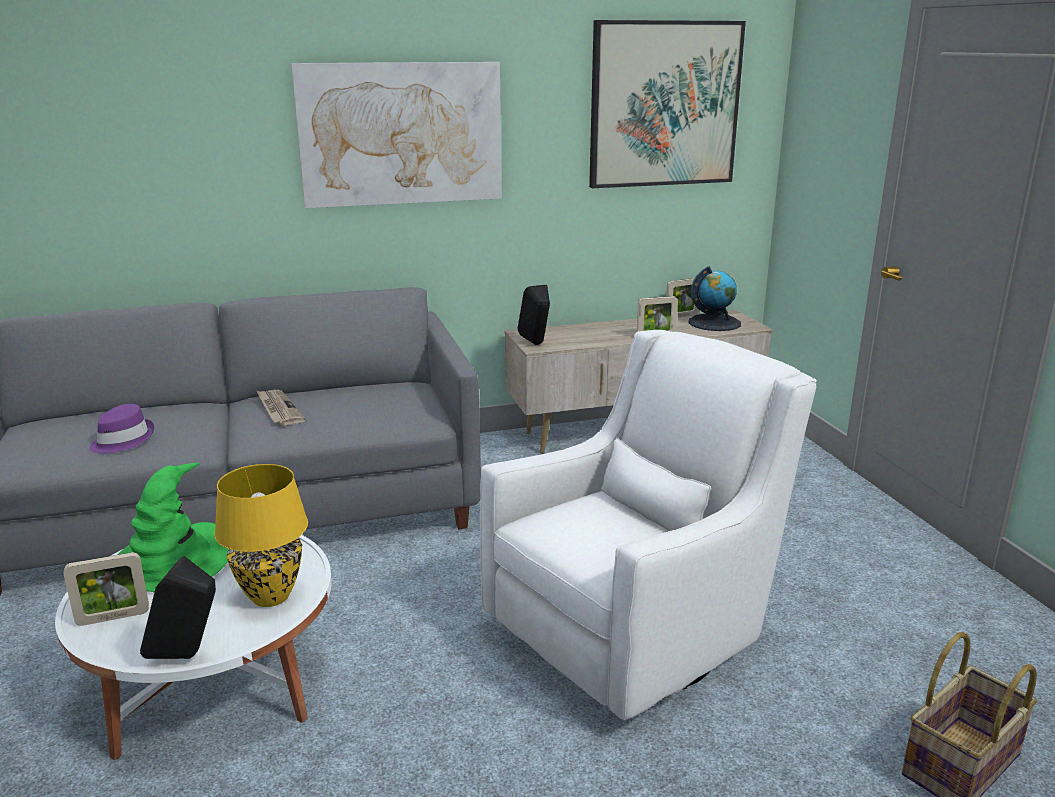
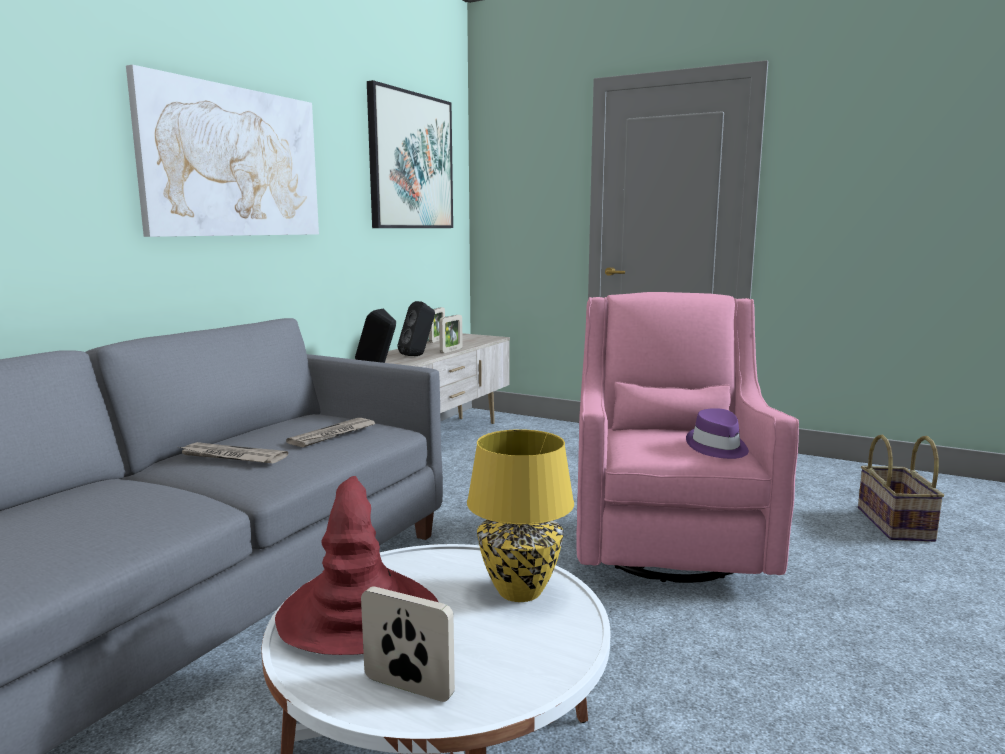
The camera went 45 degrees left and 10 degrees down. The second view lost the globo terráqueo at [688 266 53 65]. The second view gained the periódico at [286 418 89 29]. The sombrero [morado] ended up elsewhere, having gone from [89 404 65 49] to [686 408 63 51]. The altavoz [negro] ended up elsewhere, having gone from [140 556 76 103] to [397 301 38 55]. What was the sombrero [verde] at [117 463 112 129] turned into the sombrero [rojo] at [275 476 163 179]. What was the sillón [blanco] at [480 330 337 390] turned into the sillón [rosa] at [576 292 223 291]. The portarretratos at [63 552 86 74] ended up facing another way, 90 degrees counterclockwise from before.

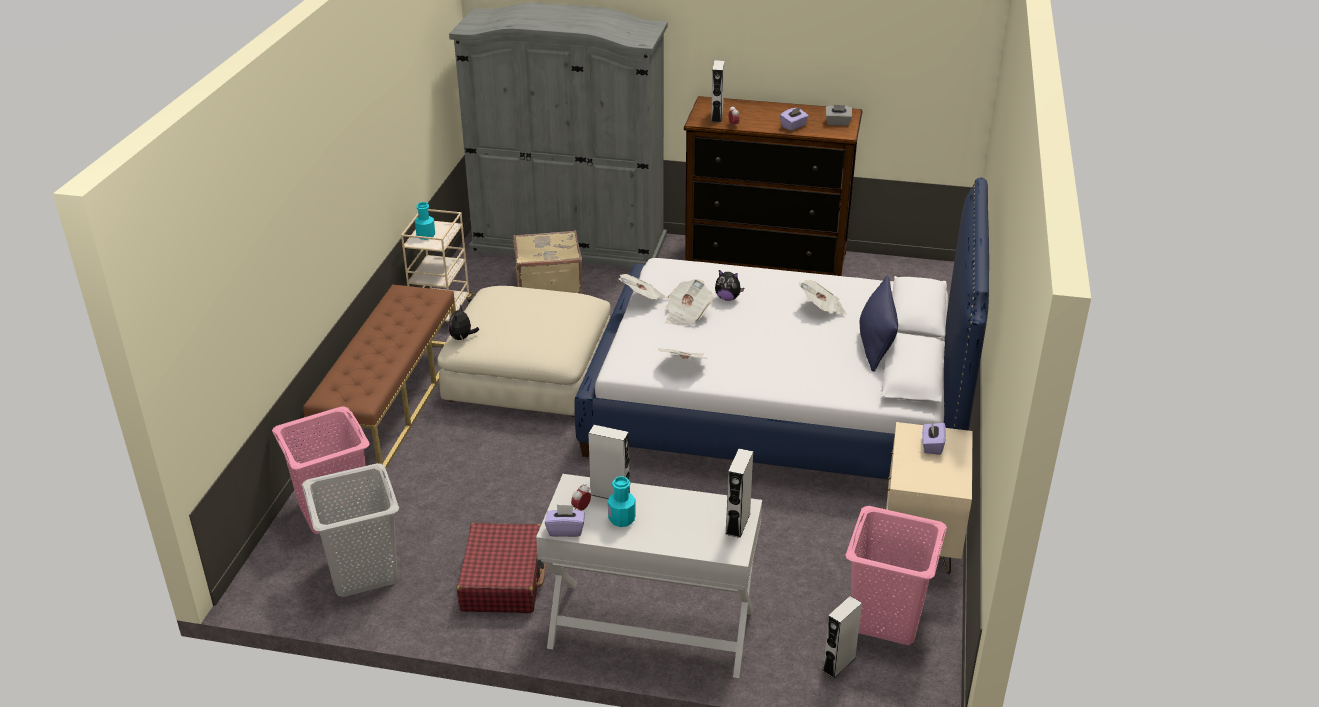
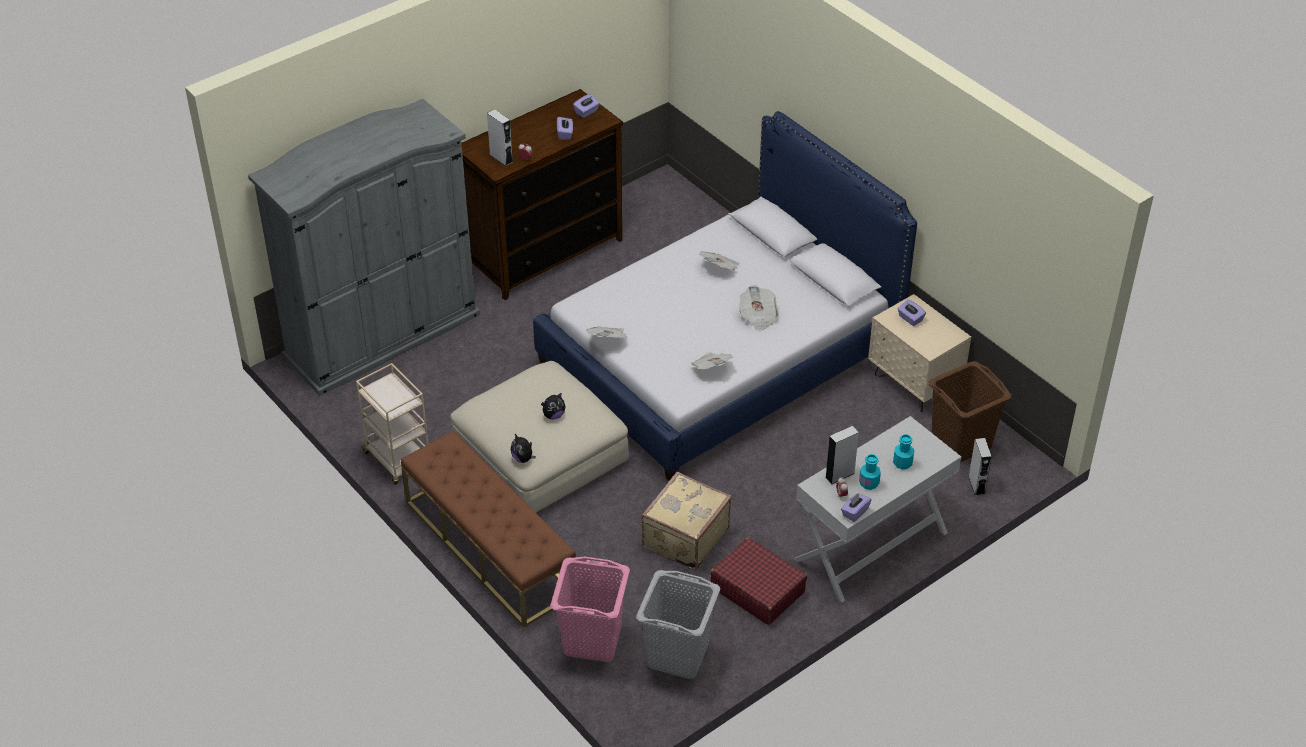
The camera went 50 degrees left and 10 degrees up. The second view lost the altavoz [gris] at [725 449 28 89]. The second view lost the cojín [azul] at [860 276 38 96]. The botella [turquesa] ended up elsewhere, having gone from [415 202 20 38] to [893 434 21 36]. The maleta [beis] ended up elsewhere, having gone from [513 230 70 64] to [641 472 90 98]. The periódico ended up elsewhere, having gone from [666 279 47 46] to [739 285 39 47]. The peluche ended up elsewhere, having gone from [715 270 29 31] to [541 392 25 28]. What was the caja de pañuelos [gris] at [825 105 27 20] turned into the caja de pañuelos [morado] at [573 94 27 24]. What was the cesto de la ropa [rosa] at [846 506 101 139] turned into the cesto de la ropa [marrón] at [928 361 84 101].

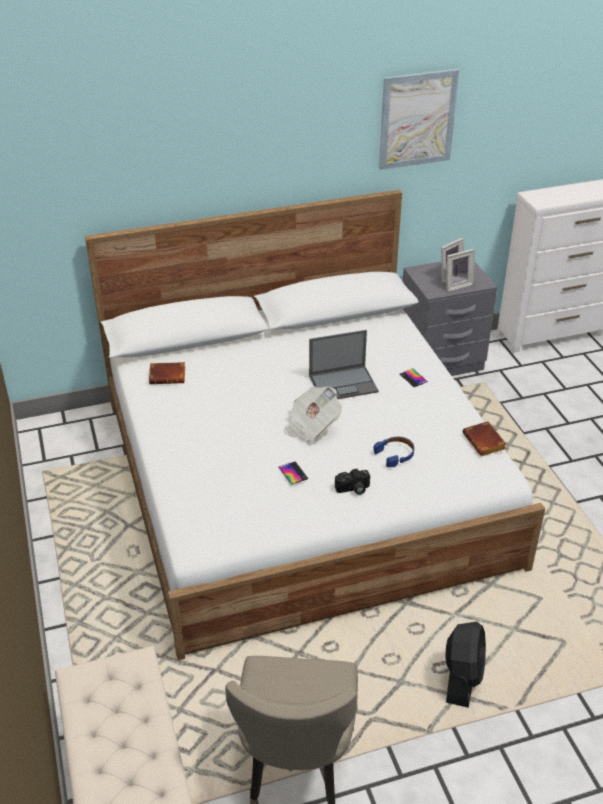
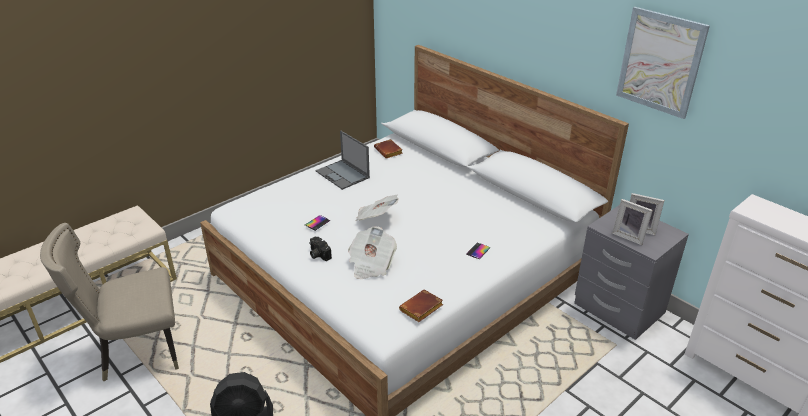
The camera went 65 degrees right and 5 degrees down. The portátil ended up elsewhere, having gone from [309 330 70 69] to [316 131 54 59]. Where the auriculares [azul] stood at [373 437 41 30], the periódico came to stand at [348 226 49 53].

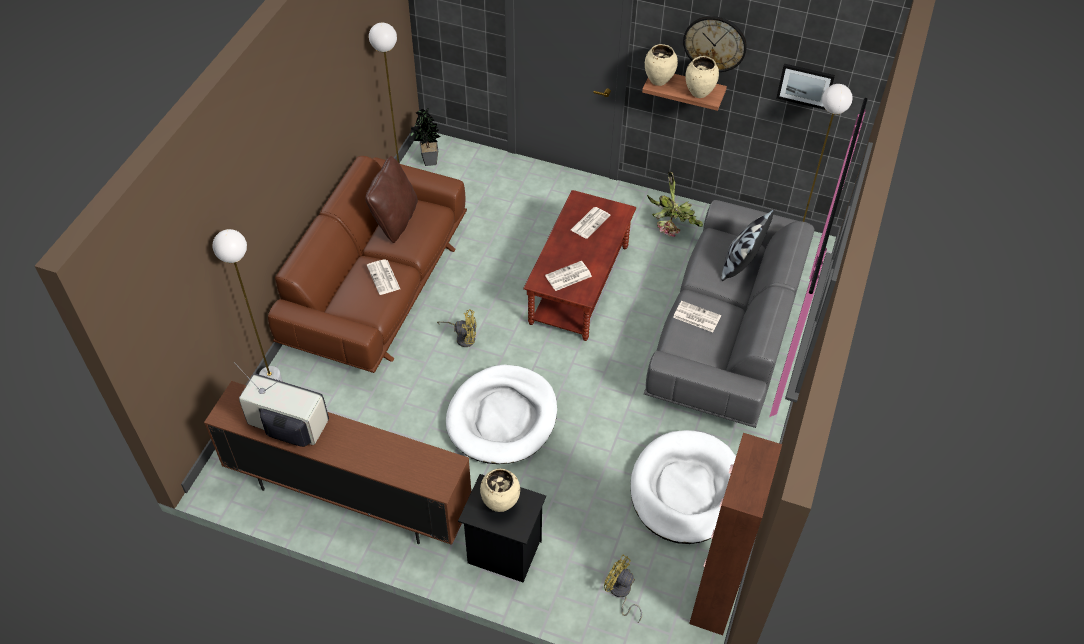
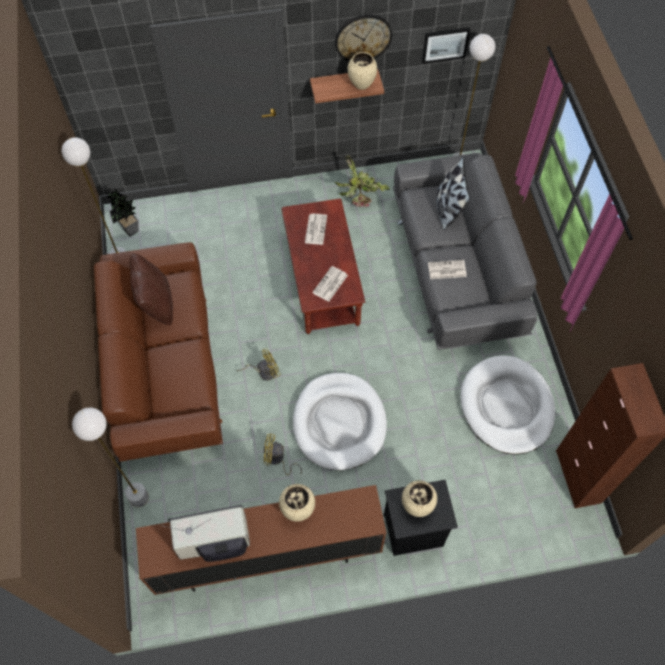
The camera went 30 degrees left and 10 degrees up. The second view lost the periódico at [367 259 33 36]. The ventilador [amarillo] ended up elsewhere, having gone from [604 555 38 68] to [263 433 39 42]. The florero [beis] ended up elsewhere, having gone from [645 44 33 42] to [279 484 36 38].

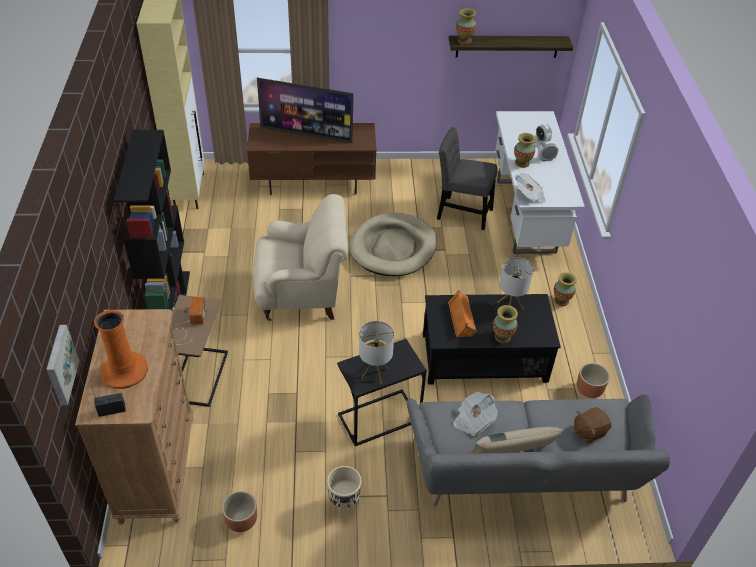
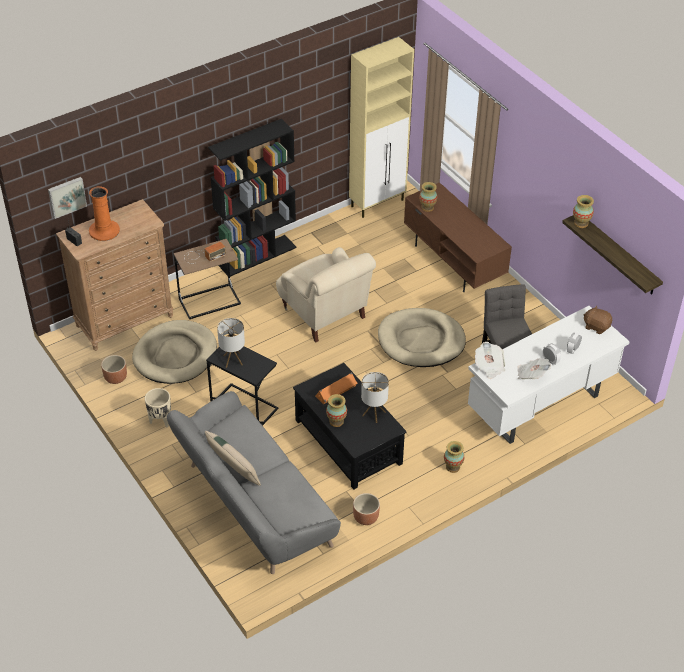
The camera went 60 degrees right and 0 degrees up. The second view lost the televisor at [257 78 97 65]. The second view gained the cama para perro [beis] at [132 320 85 64]. The periódico ended up elsewhere, having gone from [453 392 45 44] to [517 358 34 21]. The florero ended up elsewhere, having gone from [514 133 22 35] to [419 182 18 30]. The peluche [marrón] ended up elsewhere, having gone from [574 407 38 36] to [583 305 29 29].

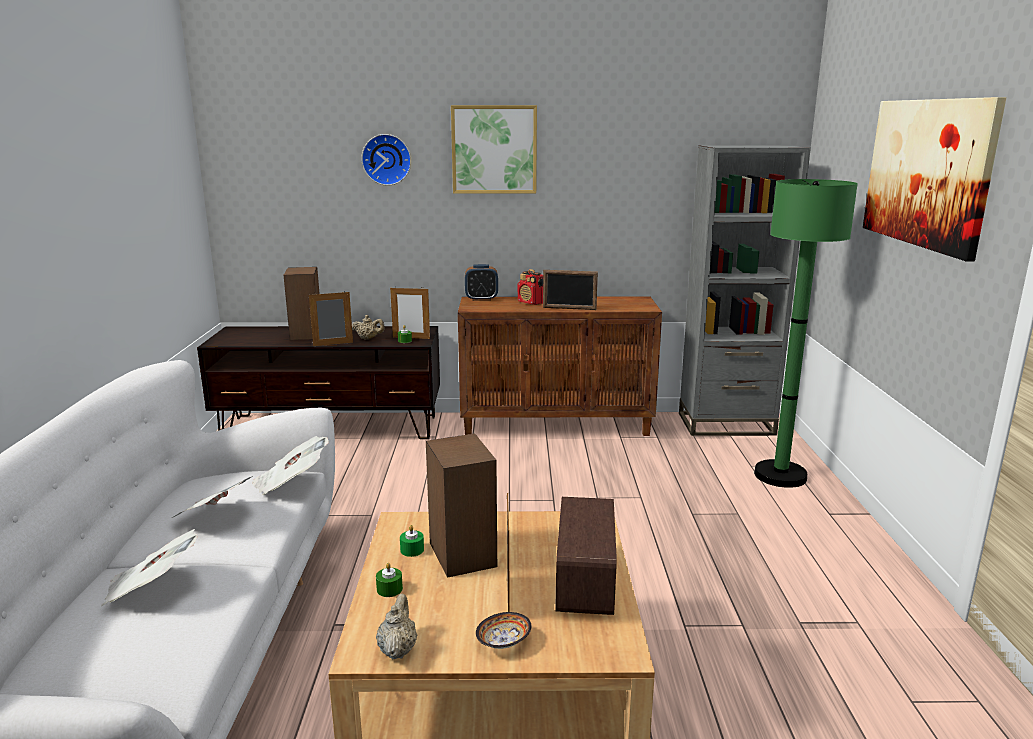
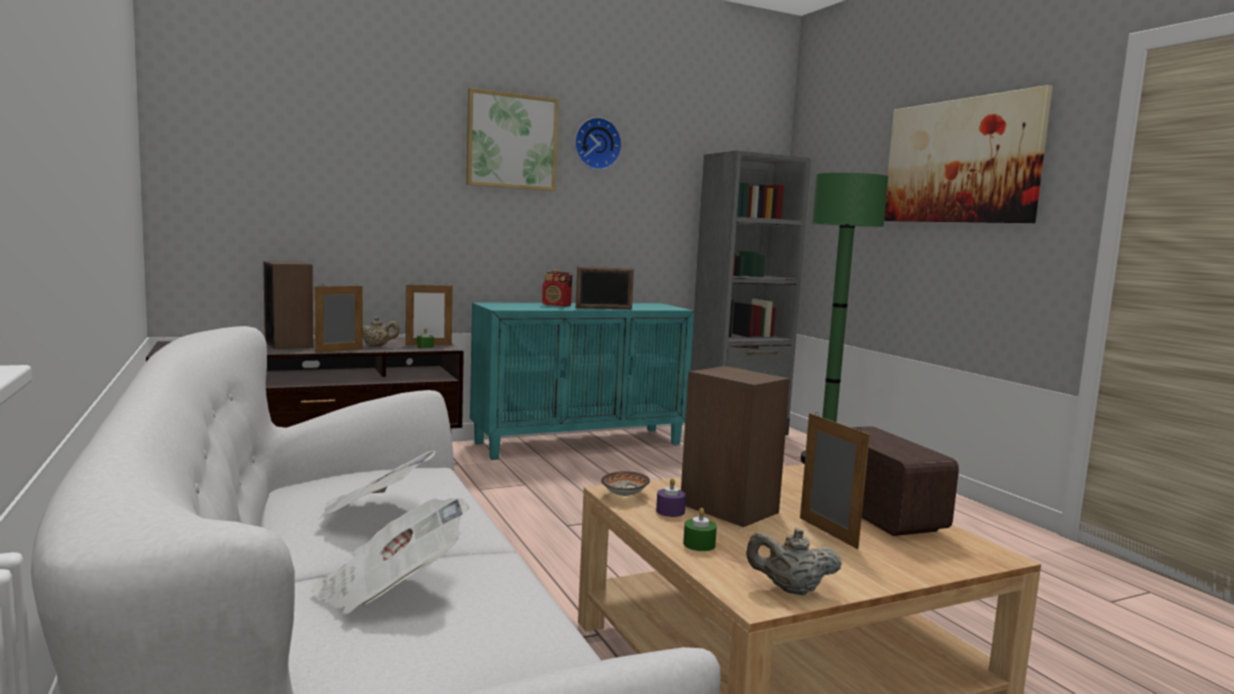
The camera went 25 degrees left and 10 degrees down. The second view lost the periódico at [252 436 77 59]. The second view lost the despertador at [465 264 33 37]. The reloj de pared ended up elsewhere, having gone from [361 134 50 52] to [575 117 47 53]. The cuenco ended up elsewhere, having gone from [476 612 55 37] to [601 471 49 25]. What was the vela [verde] at [400 525 24 32] turned into the vela [morado] at [656 478 30 39]. What was the armario [marrón] at [458 297 204 139] turned into the armario [turquesa] at [470 302 224 158]. The tetera [beis] at [376 594 41 65] ended up facing another way, 60 degrees counterclockwise from before.

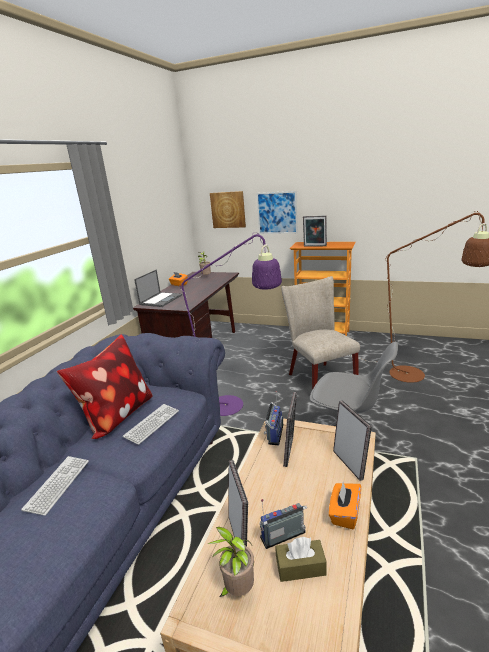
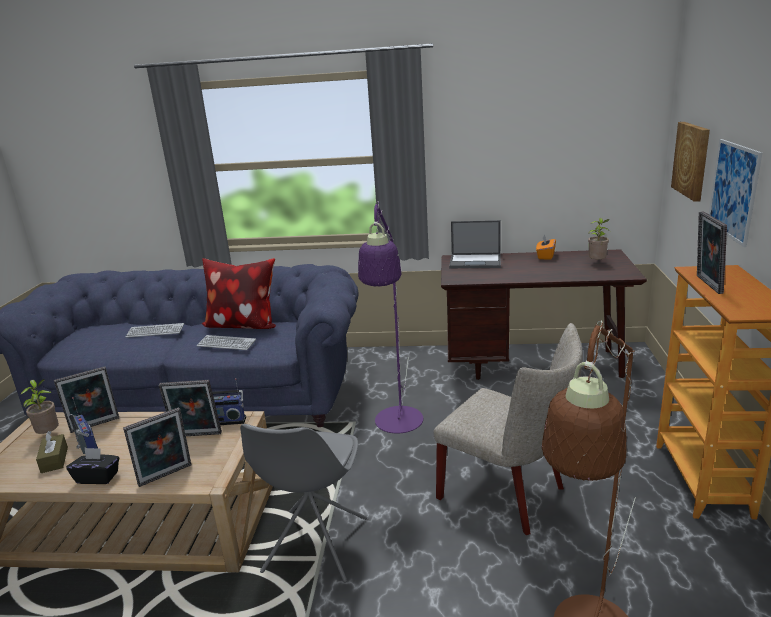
The camera went 75 degrees right and 0 degrees up. What was the caja de pañuelos [naranja] at [329 482 32 47] turned into the caja de pañuelos [negro] at [66 448 53 36]. The silla [beis] at [281 276 79 114] ended up facing another way, 75 degrees clockwise from before.

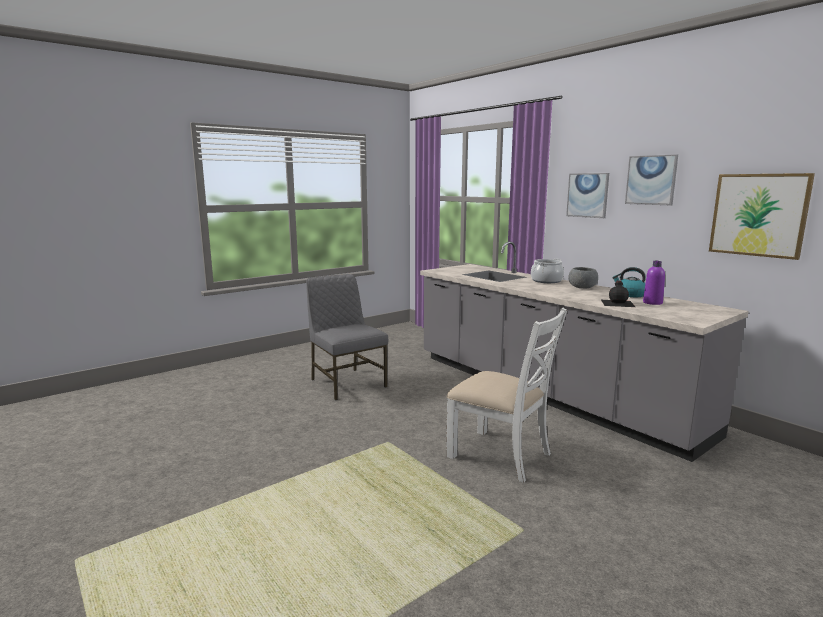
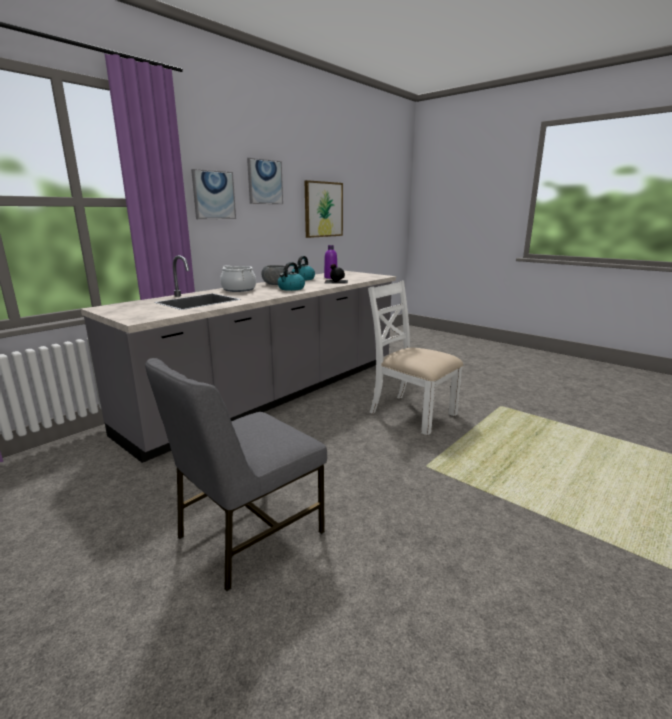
The camera went 100 degrees left and 5 degrees up. The second view gained the hervidor at [278 262 27 29]. The silla [blanco] at [446 308 121 175] ended up facing another way, 75 degrees counterclockwise from before.

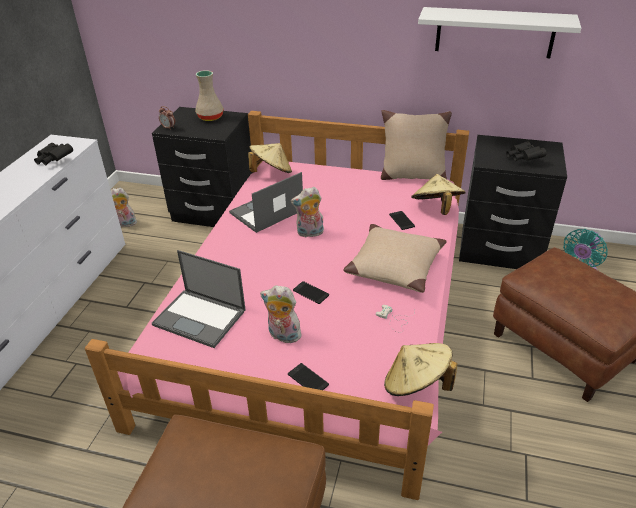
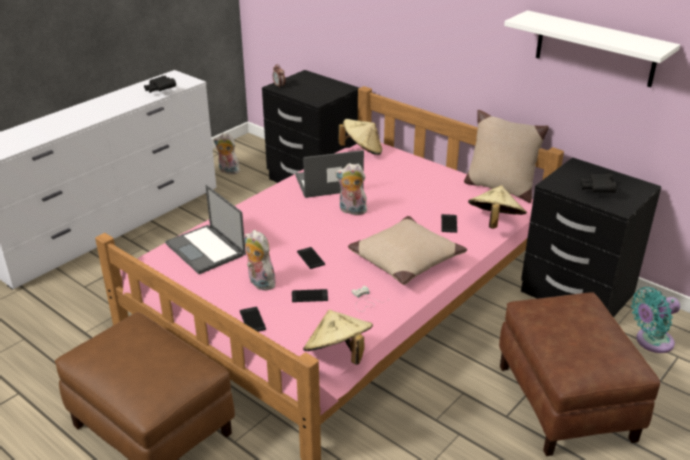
The camera went 25 degrees right and 5 degrees down. The second view lost the florero [beis] at [195 70 29 51]. The second view gained the móvil at [292 289 36 13].

